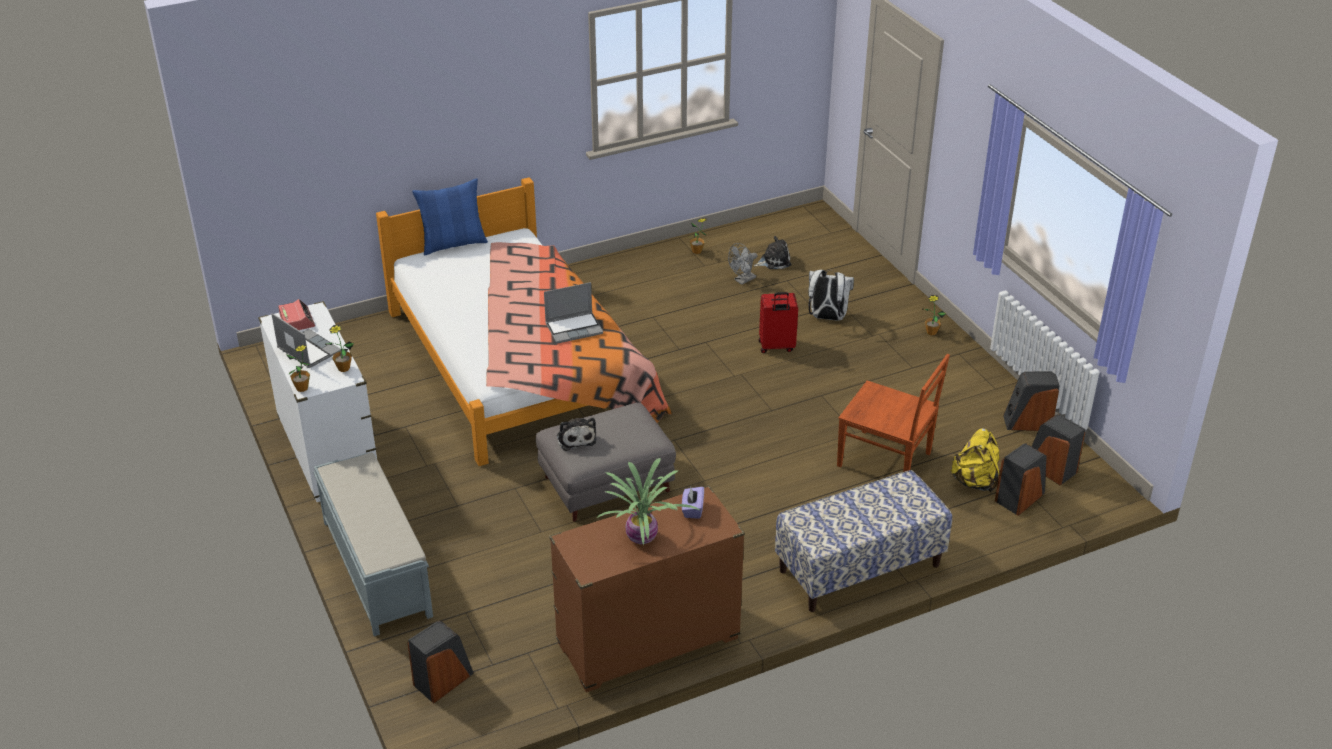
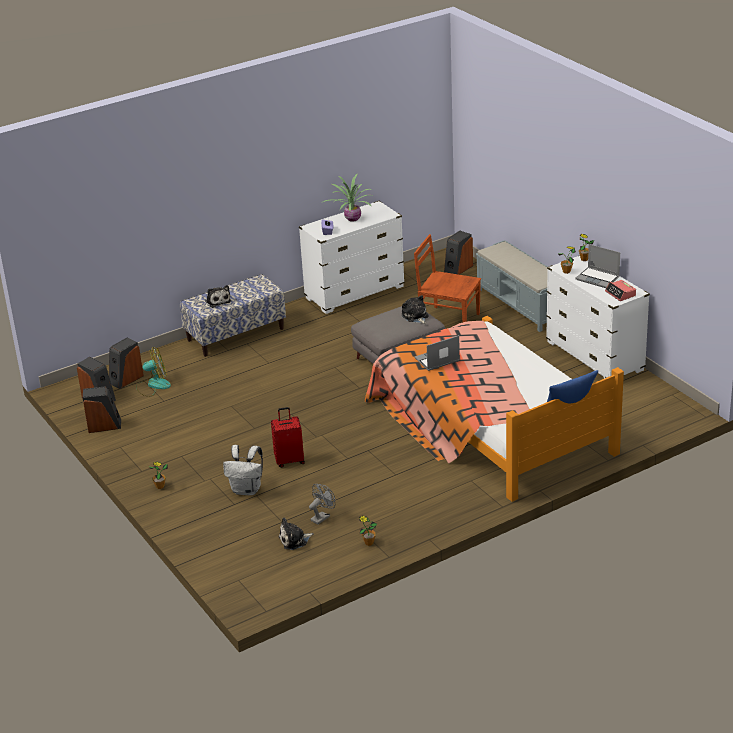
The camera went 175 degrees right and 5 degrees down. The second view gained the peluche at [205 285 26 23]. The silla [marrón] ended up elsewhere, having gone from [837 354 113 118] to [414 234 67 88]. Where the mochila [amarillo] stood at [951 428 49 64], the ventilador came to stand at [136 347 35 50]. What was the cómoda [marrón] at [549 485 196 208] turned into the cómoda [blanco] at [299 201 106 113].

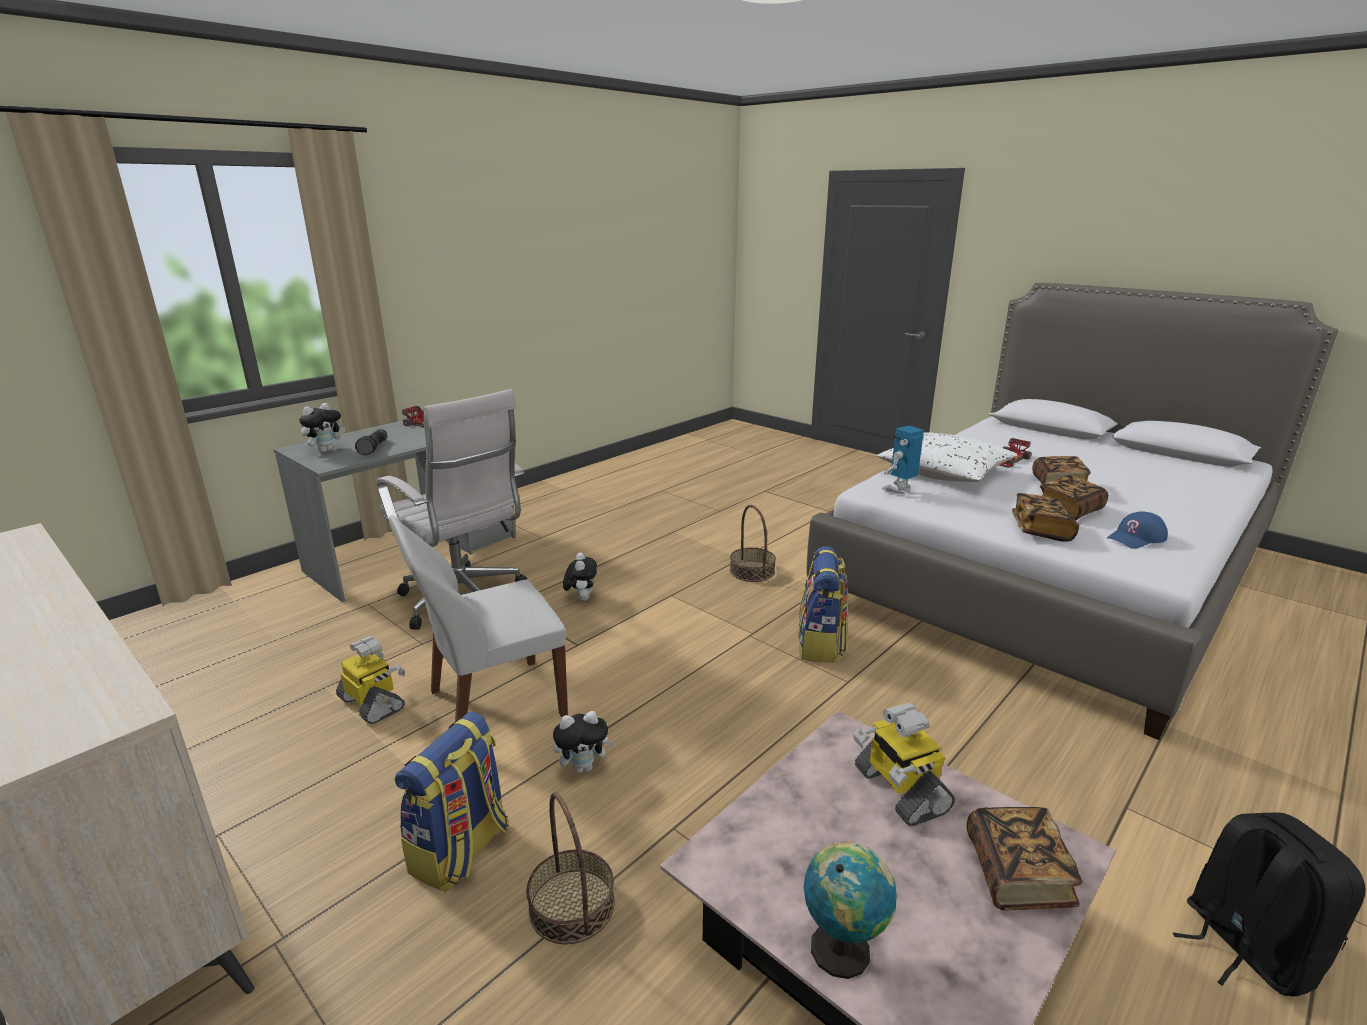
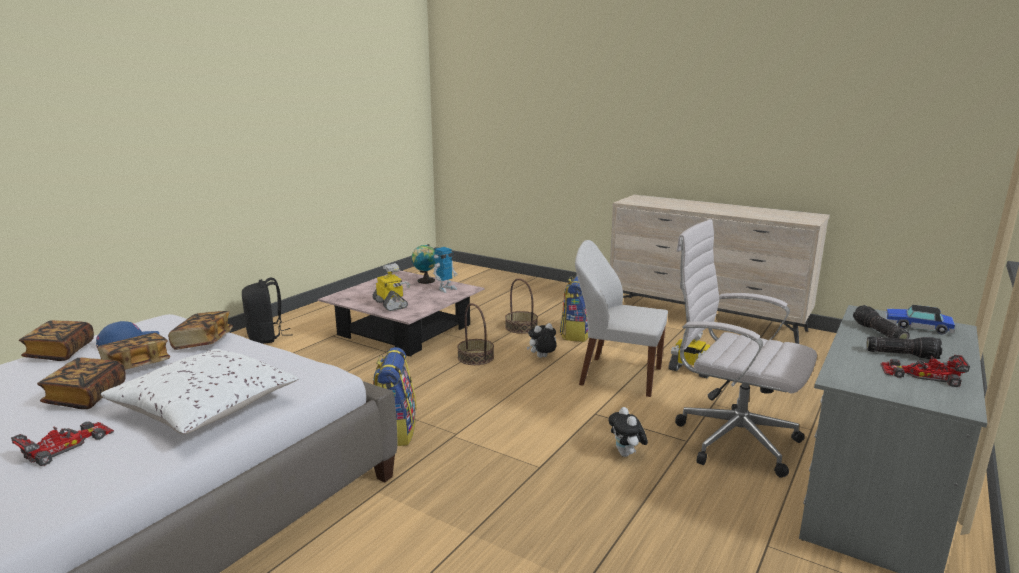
The camera went 170 degrees right and 5 degrees down. The second view gained the linterna at [866 336 76 23]. The cesta ended up elsewhere, having gone from [730 505 46 77] to [457 303 37 62]. The robot de juguete ended up elsewhere, having gone from [881 426 43 68] to [433 247 24 46]. The libro ended up elsewhere, having gone from [967 807 116 104] to [19 320 75 41]. Where the peluche stood at [299 403 46 50], the coche de juguete came to stand at [885 305 70 29]. The silla [blanco] at [389 516 179 205] ended up facing another way, 120 degrees counterclockwise from before.

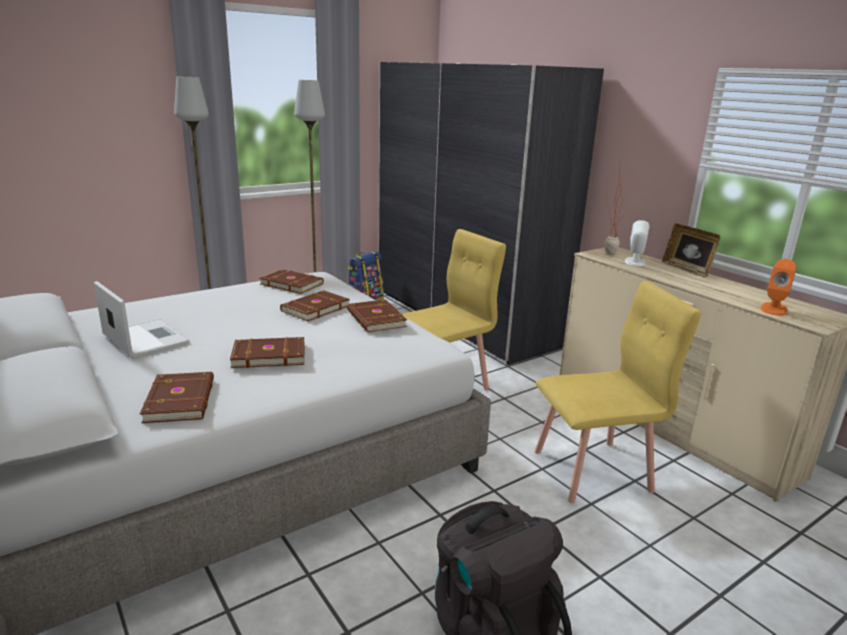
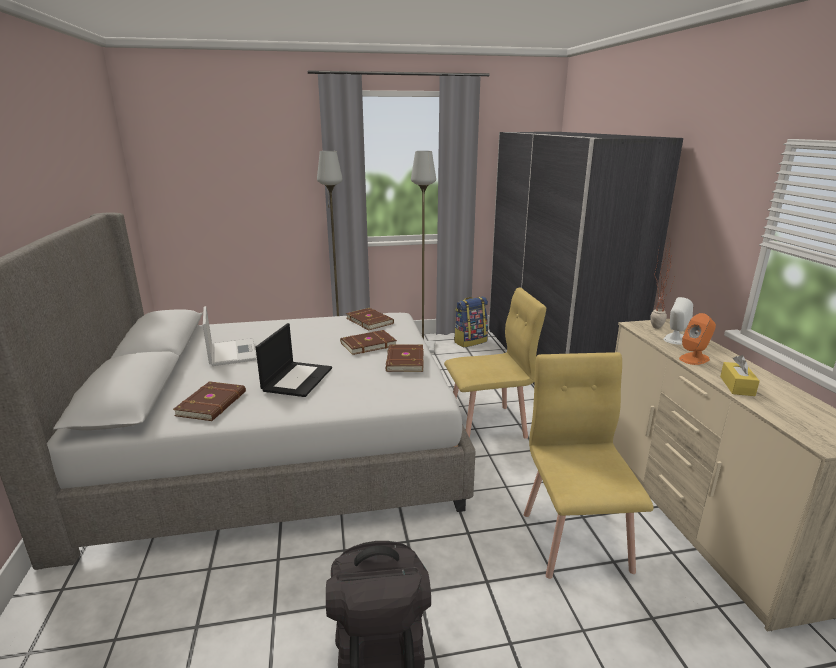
The camera went 25 degrees right and 0 degrees up. The second view lost the portarretratos at [662 224 58 54]. The second view gained the caja de pañuelos [amarillo] at [720 355 40 41]. The altavoz [naranja] ended up elsewhere, having gone from [760 259 36 57] to [679 313 37 52]. Where the libro [marrón] stood at [230 337 74 31], the portátil came to stand at [256 323 76 74]. The silla [amarillo] at [535 281 166 222] ended up facing another way, 105 degrees counterclockwise from before.

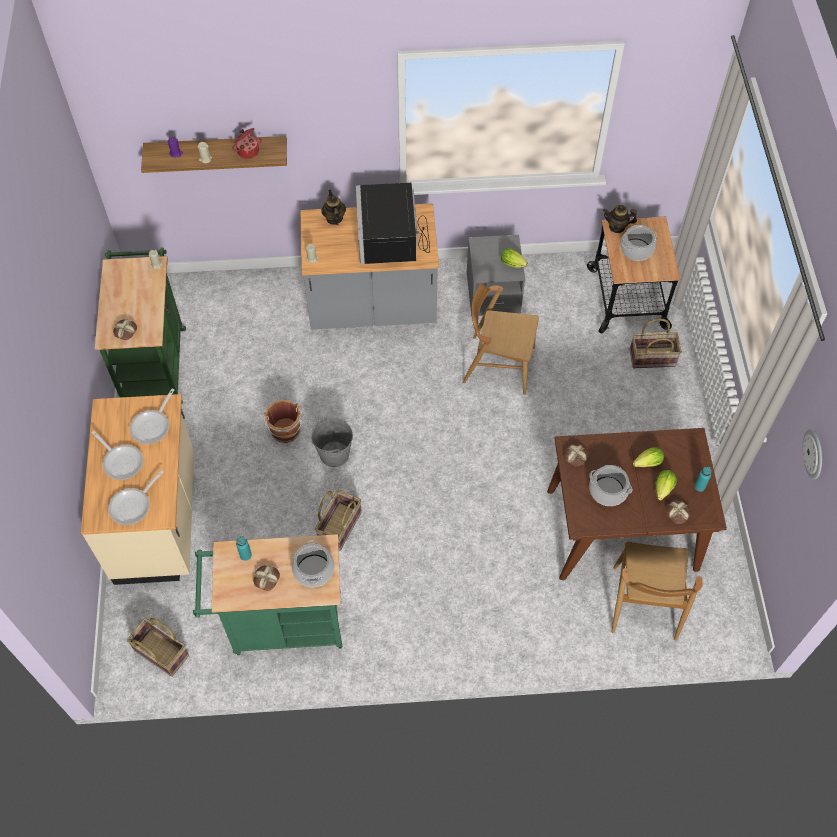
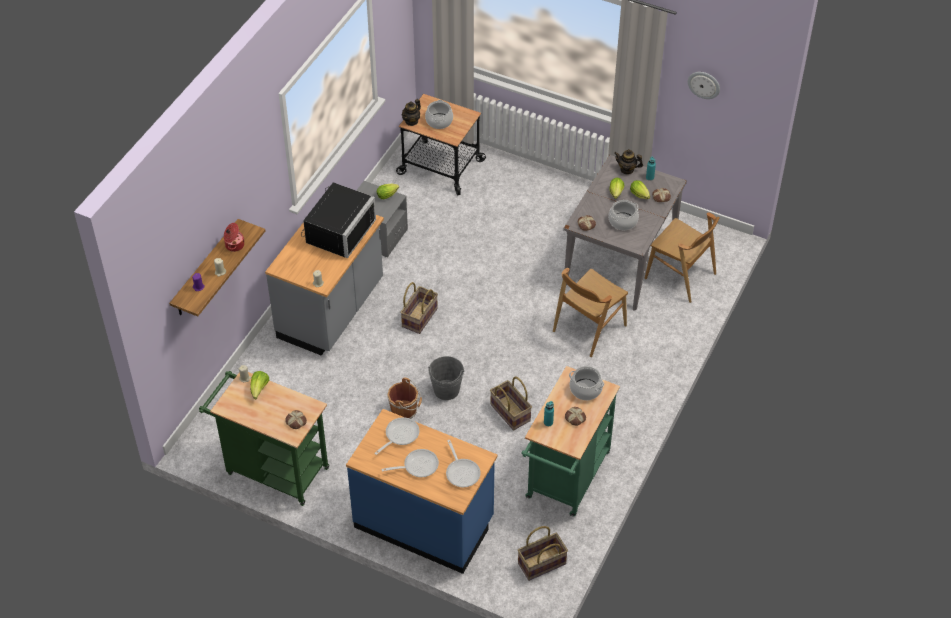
The camera went 60 degrees left and 10 degrees down. The second view gained the lechuga at [250 371 19 28]. The tetera ended up elsewhere, having gone from [321 190 25 35] to [614 149 29 26]. The silla [marrón] ended up elsewhere, having gone from [463 284 76 111] to [553 268 75 89]. The cesta ended up elsewhere, having gone from [629 318 53 50] to [400 282 38 52]. What was the mueble bajo de cocina [beis] at [81 394 113 191] turned into the mueble bajo de cocina [azul] at [346 409 152 165]. What was the mesa de comedor [marrón] at [547 428 180 152] turned into the mesa de comedor [gris] at [563 155 124 156]. The sartén at [130 389 44 55] ended up facing another way, 105 degrees counterclockwise from before. The microondas [negro] at [356 183 74 81] ended up facing another way, 90 degrees counterclockwise from before.

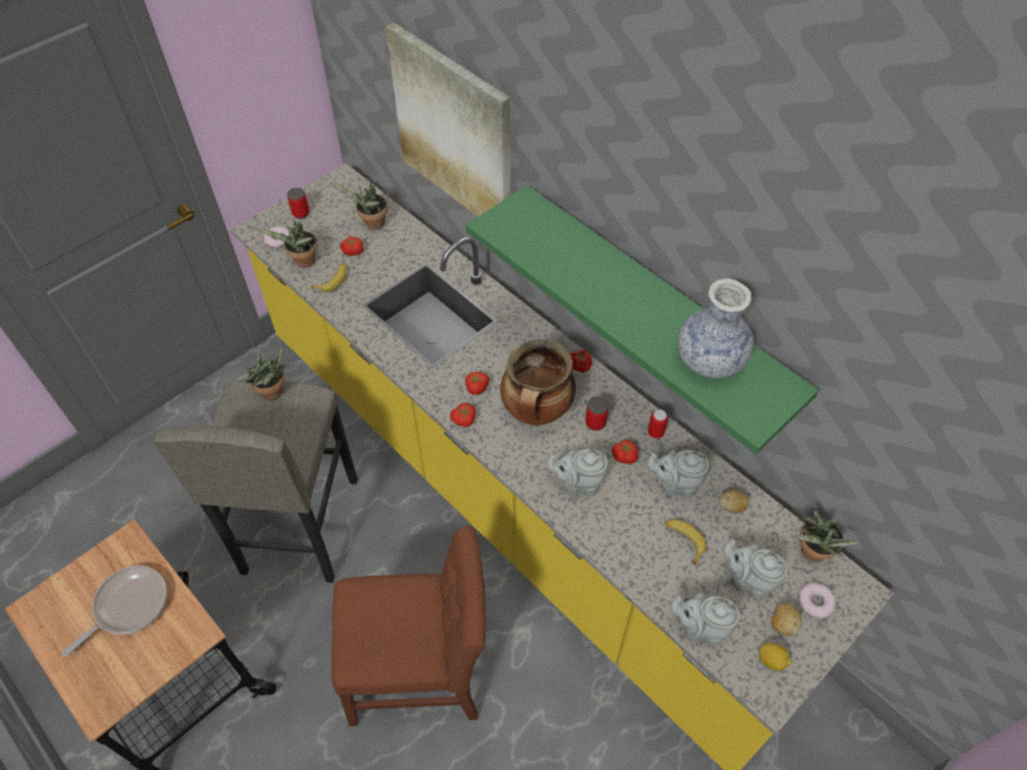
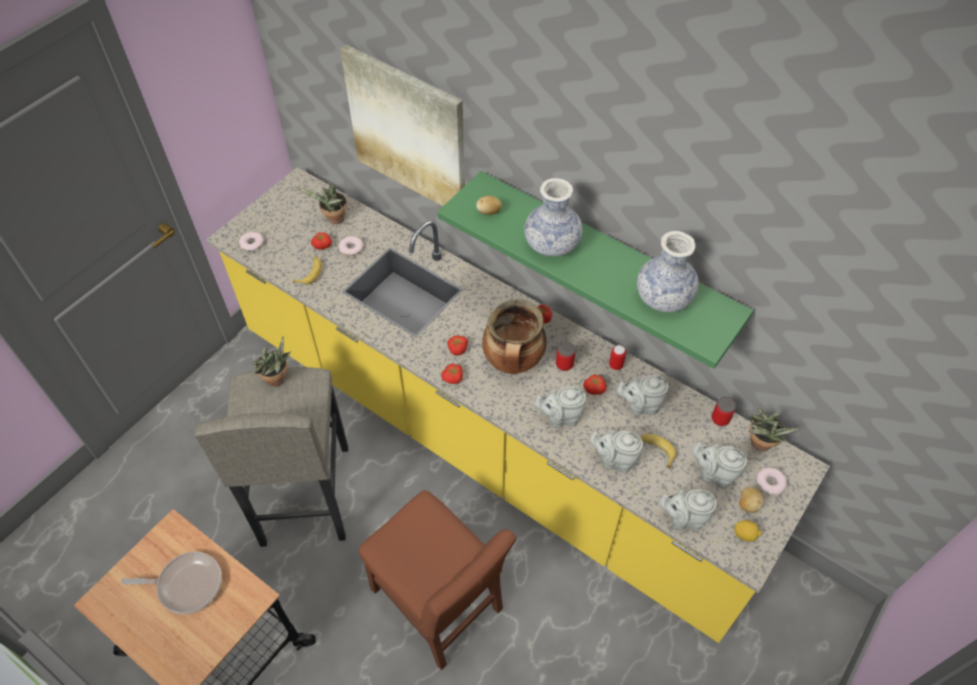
The camera went 10 degrees left and 0 degrees up. The second view lost the planta en maceta at [255 221 63 47]. The second view gained the rosquilla at [338 236 26 20]. The second view gained the florero at [525 178 57 78]. The second view gained the tetera [gris] at [589 430 54 43]. The lata ended up elsewhere, having gone from [287 188 22 31] to [712 397 24 29]. The patata ended up elsewhere, having gone from [719 489 30 24] to [476 196 26 19]. The sartén at [62 565 105 92] ended up facing another way, 60 degrees clockwise from before. The silla [marrón] at [331 525 155 202] ended up facing another way, 60 degrees clockwise from before.

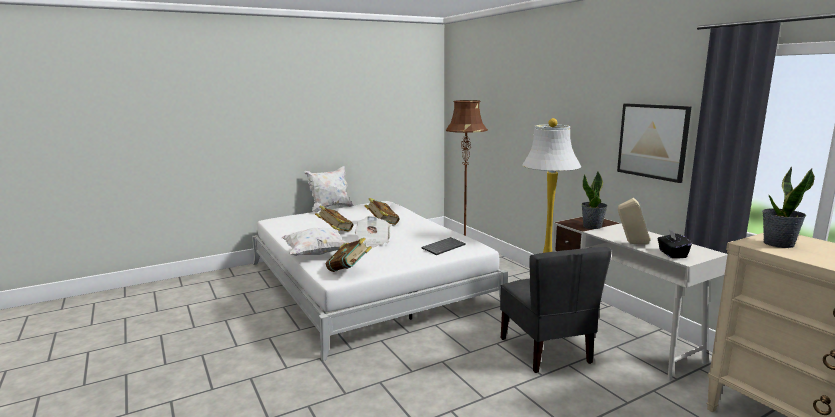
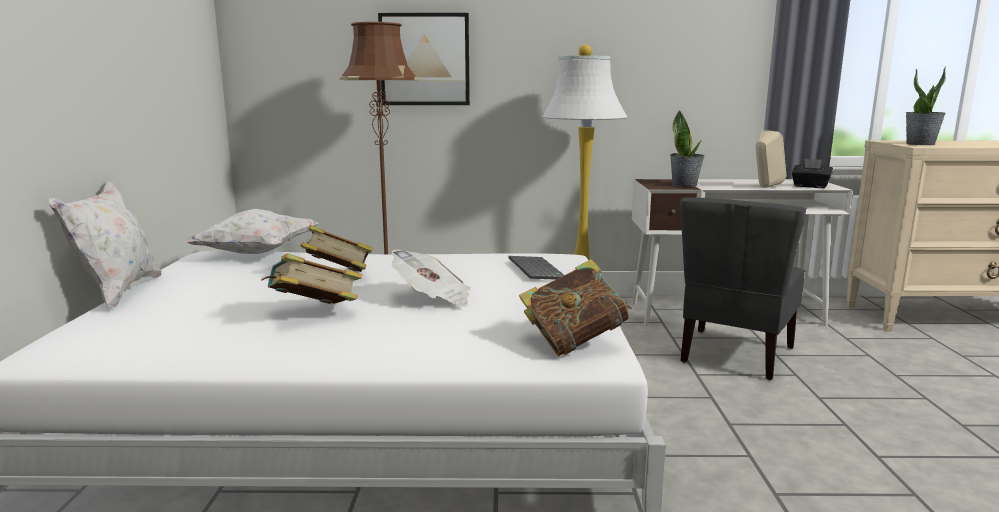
The camera went 60 degrees left and 0 degrees up. The cojín [blanco] ended up elsewhere, having gone from [282 228 66 28] to [185 209 134 45]. The cuadro ended up elsewhere, having gone from [617 103 74 80] to [378 13 92 92]. The silla [gris] at [500 247 112 126] ended up facing another way, 105 degrees clockwise from before.

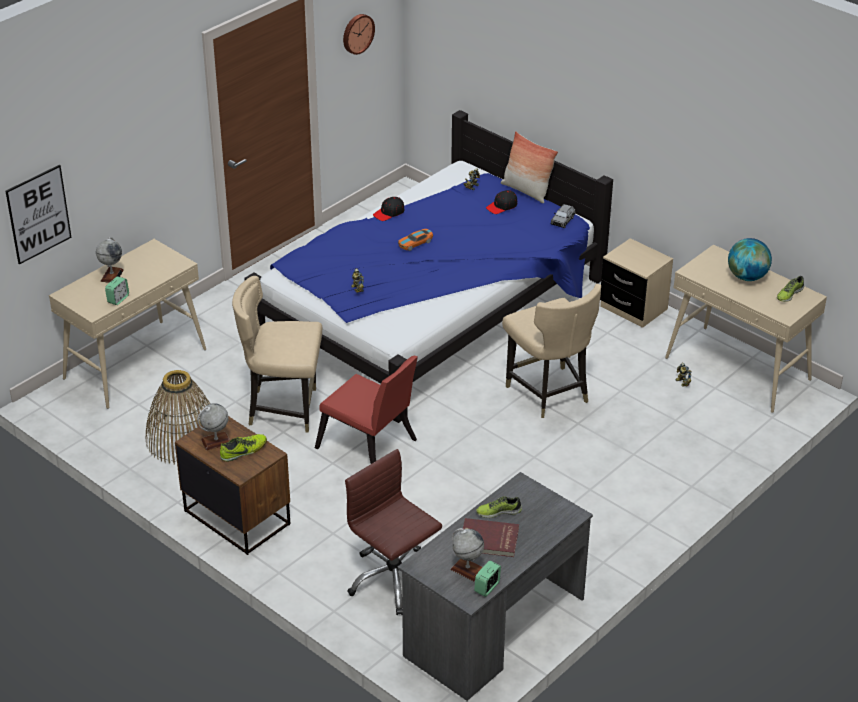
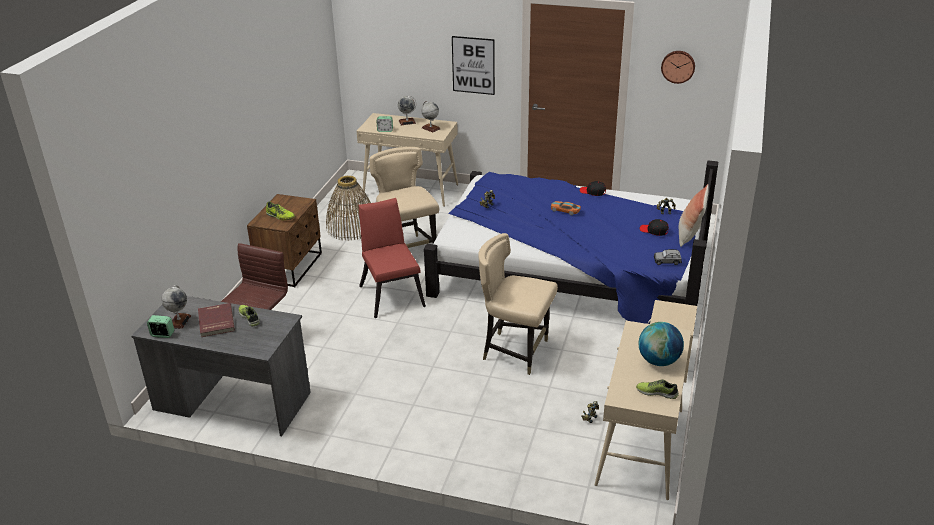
The camera went 65 degrees right and 5 degrees down. The cuadro ended up elsewhere, having gone from [5 165 67 99] to [452 36 43 59]. The globo terráqueo ended up elsewhere, having gone from [197 403 33 47] to [421 101 19 31]. The silla [rojo] at [315 356 103 108] ended up facing another way, 150 degrees clockwise from before. The silla [beis] at [502 284 99 134] ended up facing another way, 75 degrees clockwise from before.

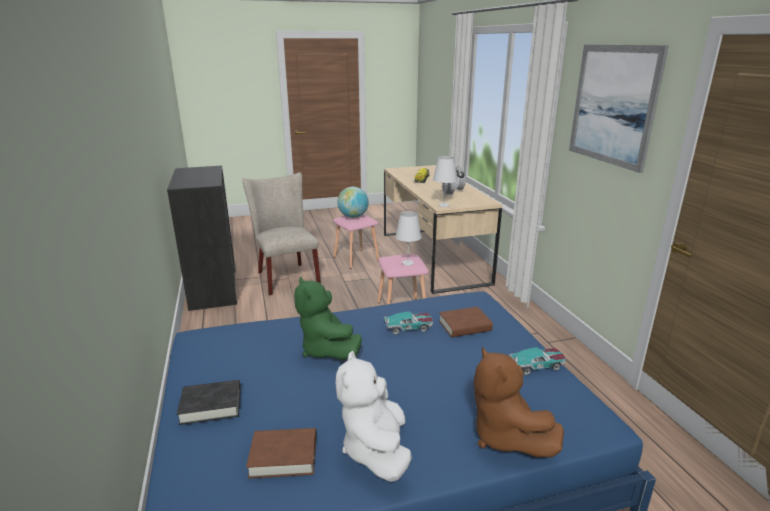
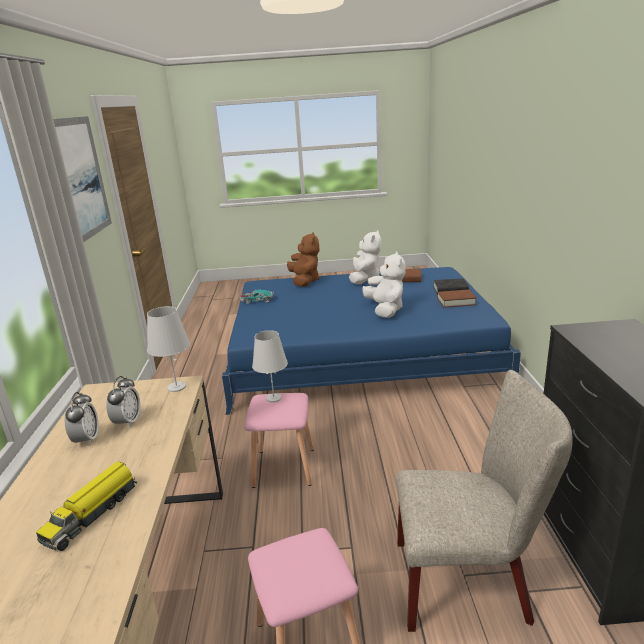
The camera went 165 degrees left and 0 degrees up. The second view lost the globo terráqueo at [337 187 32 31]. The second view lost the coche de juguete at [384 311 49 24]. The libro [marrón] ended up elsewhere, having gone from [439 307 54 30] to [437 289 40 19]. What was the peluche [verde] at [294 277 68 83] turned into the peluche [blanco] at [362 251 44 67]. The silla [beis] at [242 172 79 123] ended up facing another way, 75 degrees counterclockwise from before.

